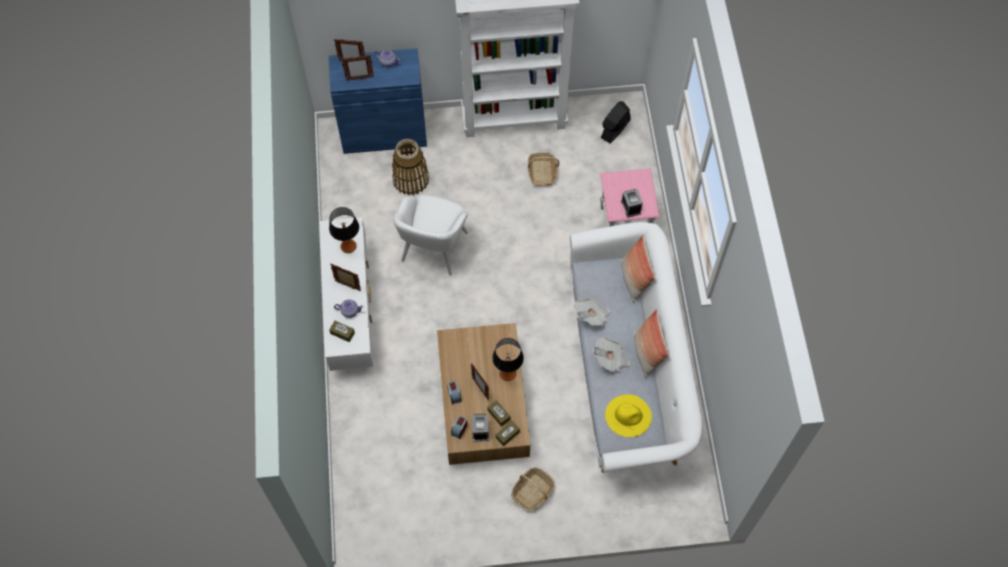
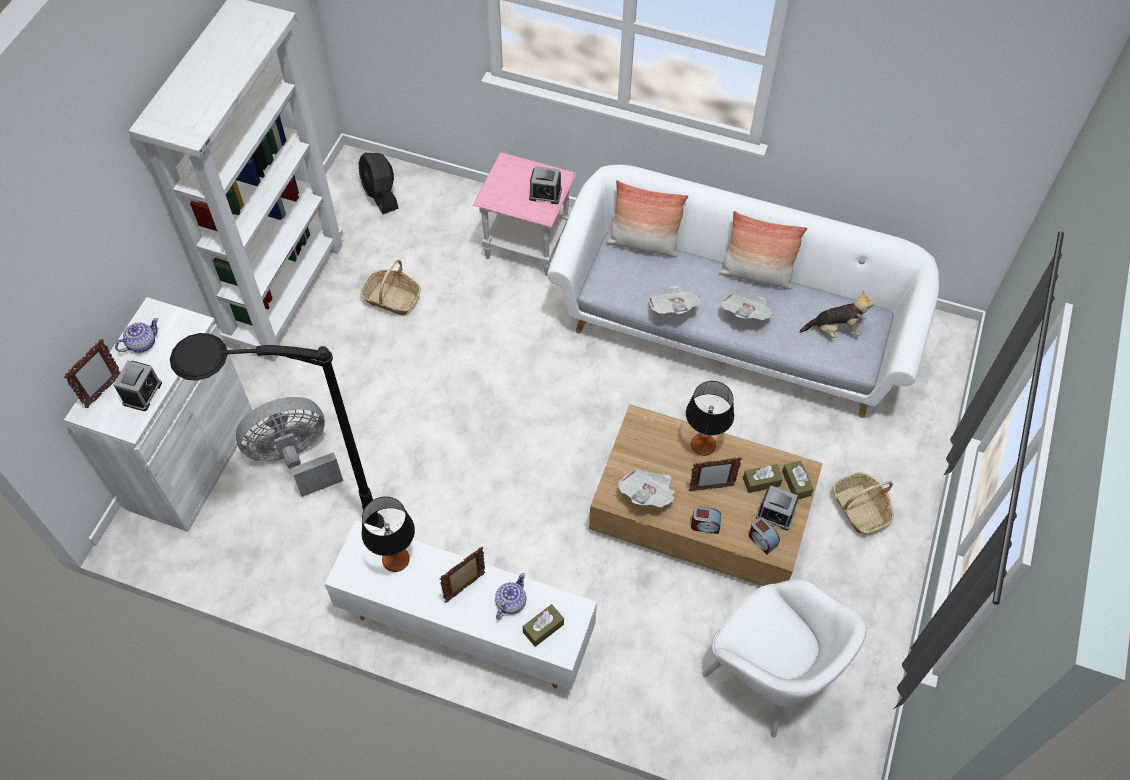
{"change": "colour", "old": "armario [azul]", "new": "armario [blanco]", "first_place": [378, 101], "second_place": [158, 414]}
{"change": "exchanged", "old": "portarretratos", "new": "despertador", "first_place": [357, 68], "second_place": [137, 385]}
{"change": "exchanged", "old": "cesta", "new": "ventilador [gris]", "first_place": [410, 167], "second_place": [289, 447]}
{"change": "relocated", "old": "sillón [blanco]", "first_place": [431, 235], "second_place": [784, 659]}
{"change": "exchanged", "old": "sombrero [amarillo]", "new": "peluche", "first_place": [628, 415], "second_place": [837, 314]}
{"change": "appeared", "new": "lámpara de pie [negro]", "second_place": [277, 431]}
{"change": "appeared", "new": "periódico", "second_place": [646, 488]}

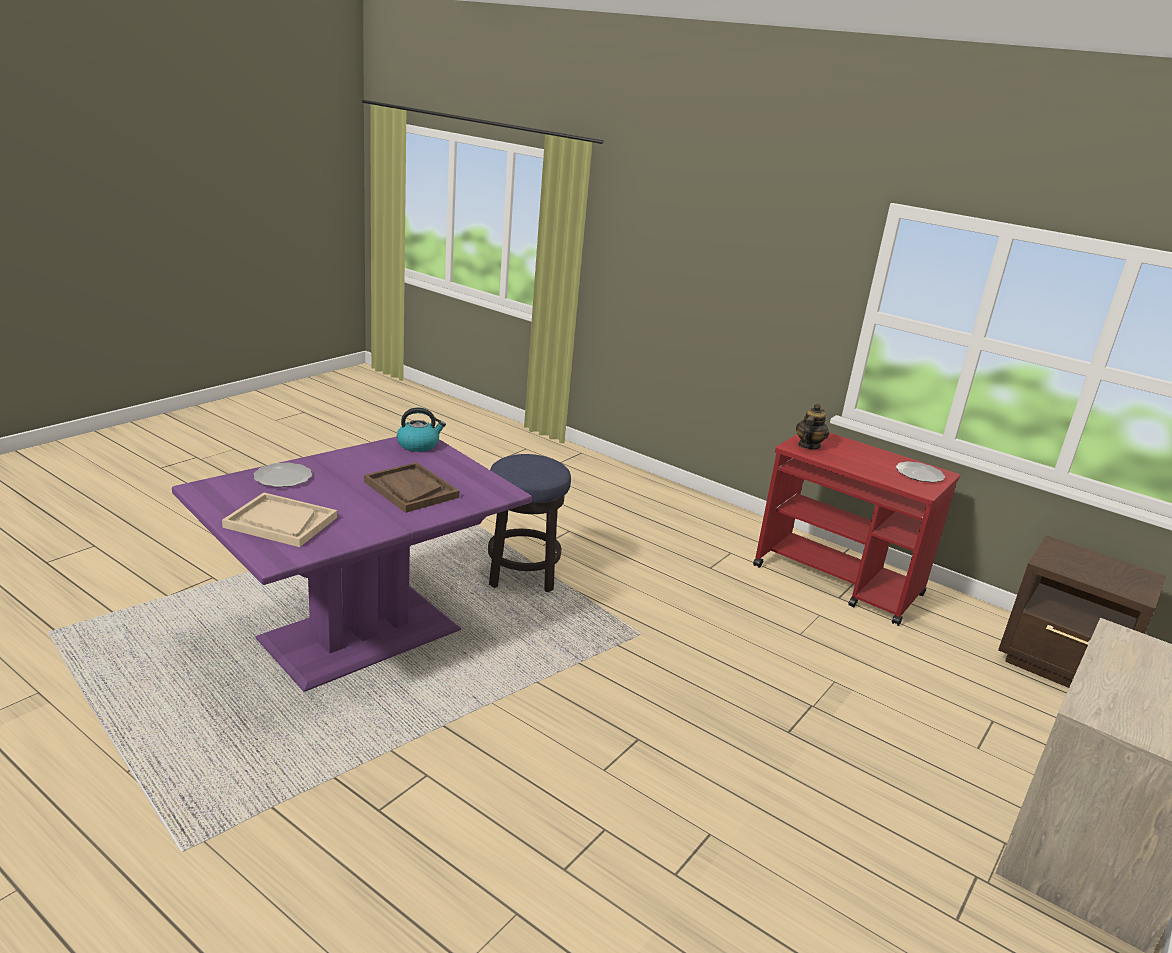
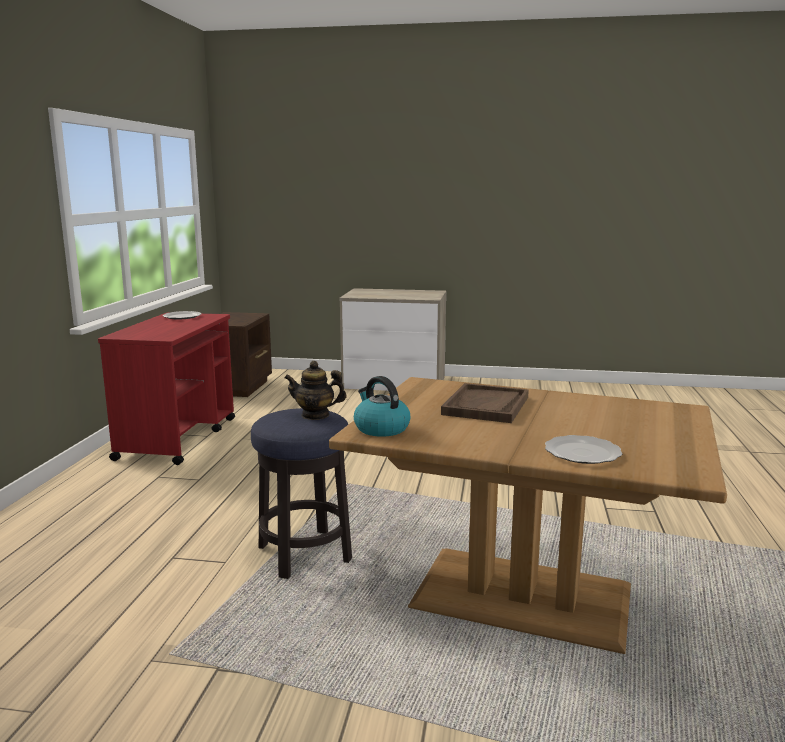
{"change": "relocated", "old": "tetera", "first_place": [812, 426], "second_place": [315, 390]}
{"change": "colour", "old": "mesa de comedor [morado]", "new": "mesa de comedor [marrón]", "first_place": [352, 564], "second_place": [528, 515]}
{"change": "missing", "old": "bandeja [beis]", "first_place": [279, 520]}

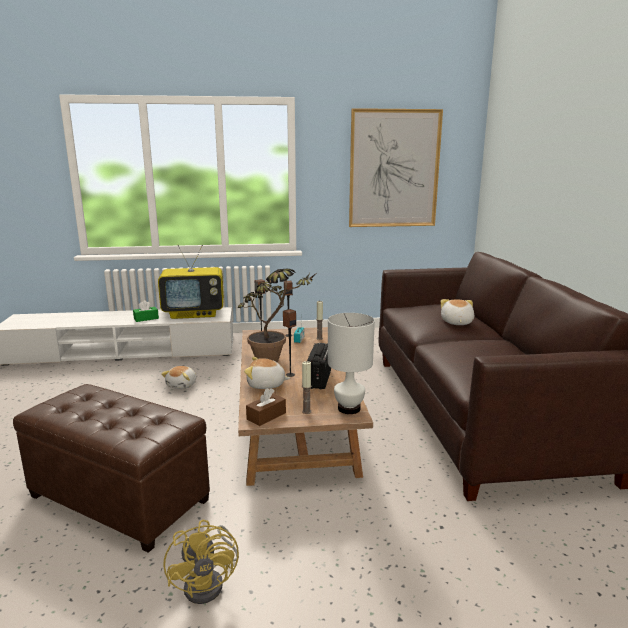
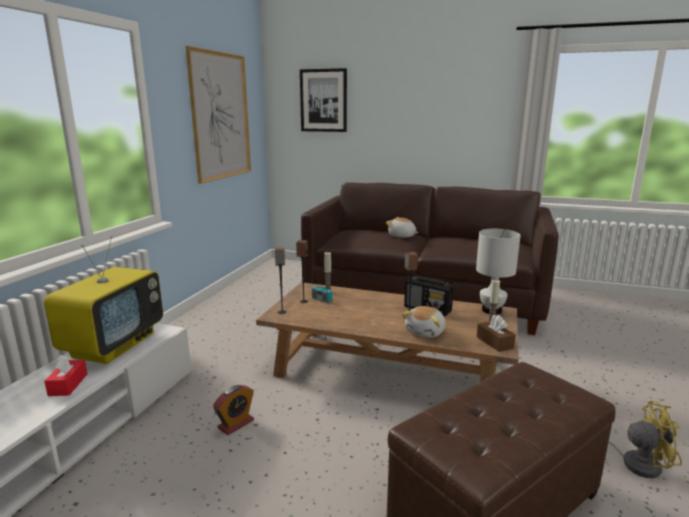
{"change": "missing", "old": "planta en maceta", "first_place": [276, 315]}
{"change": "colour", "old": "caja de pañuelos [verde]", "new": "caja de pañuelos [rojo]", "first_place": [146, 311], "second_place": [65, 375]}
{"change": "exchanged", "old": "peluche", "new": "despertador", "first_place": [178, 377], "second_place": [233, 410]}
{"change": "appeared", "new": "cuadro", "second_place": [323, 100]}

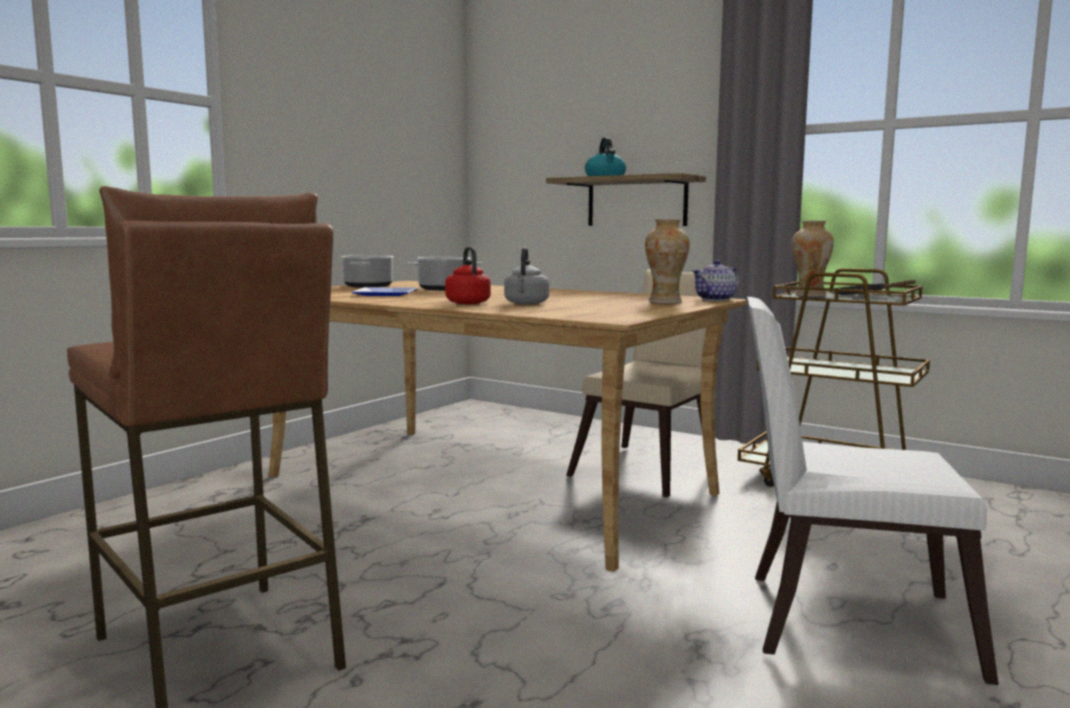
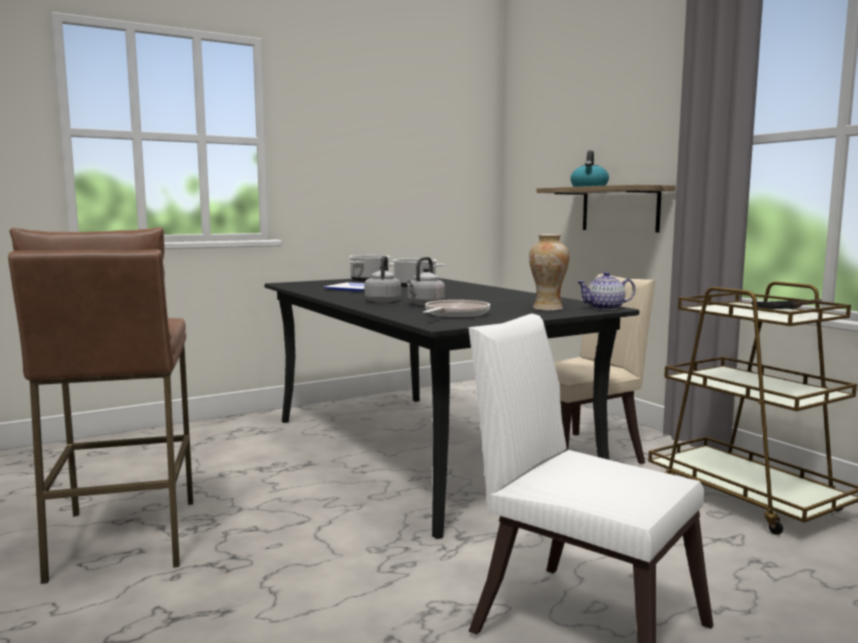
{"change": "missing", "old": "florero", "first_place": [813, 259]}
{"change": "colour", "old": "hervidor [rojo]", "new": "hervidor [gris]", "first_place": [468, 275], "second_place": [382, 279]}
{"change": "colour", "old": "mesa de comedor [beis]", "new": "mesa de comedor [negro]", "first_place": [507, 426], "second_place": [451, 408]}
{"change": "appeared", "new": "sartén", "second_place": [456, 309]}

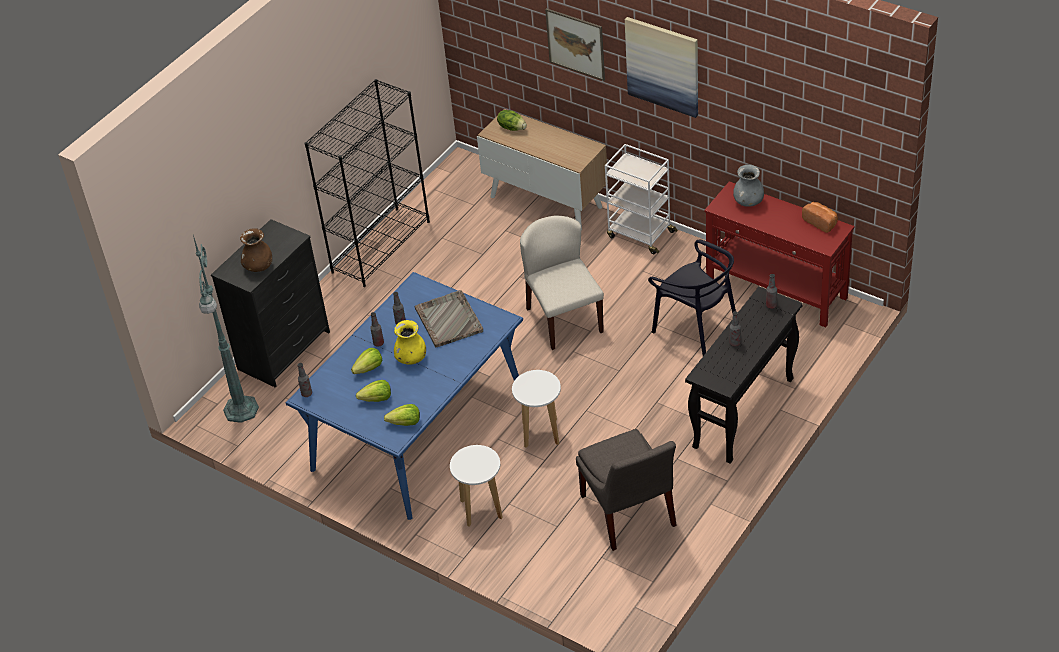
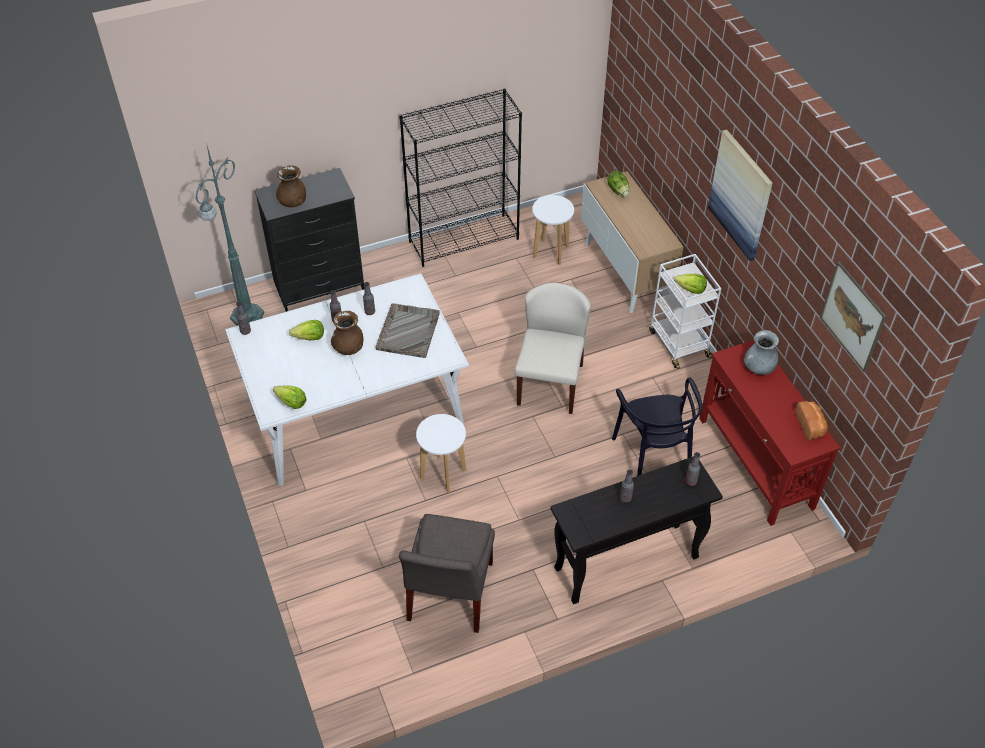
{"change": "relocated", "old": "cuadro", "first_place": [575, 44], "second_place": [853, 316]}
{"change": "colour", "old": "mesa de comedor [azul]", "new": "mesa de comedor [blanco]", "first_place": [404, 396], "second_place": [347, 379]}
{"change": "colour", "old": "florero [amarillo]", "new": "florero [marrón]", "first_place": [410, 342], "second_place": [347, 333]}
{"change": "relocated", "old": "lechuga", "first_place": [373, 391], "second_place": [690, 284]}
{"change": "relocated", "old": "taburete [blanco]", "first_place": [476, 486], "second_place": [553, 230]}

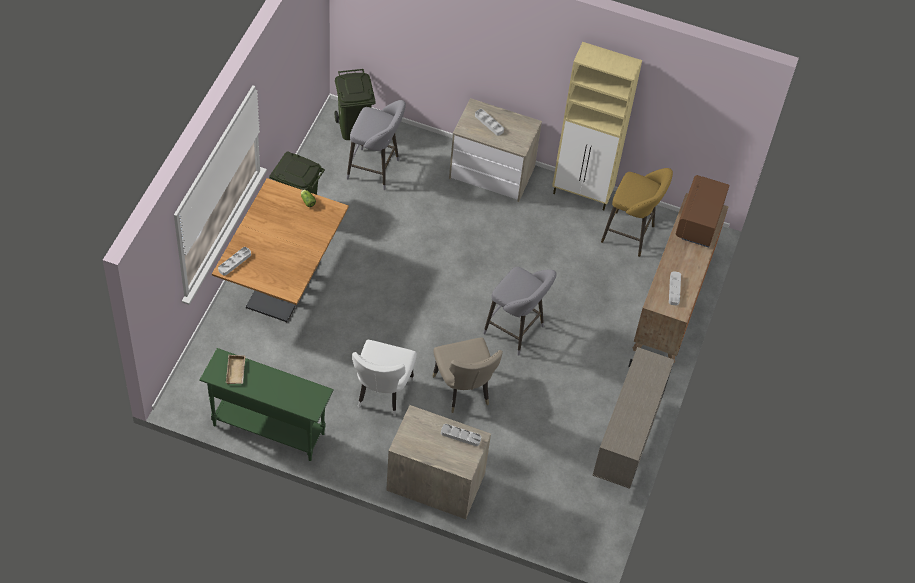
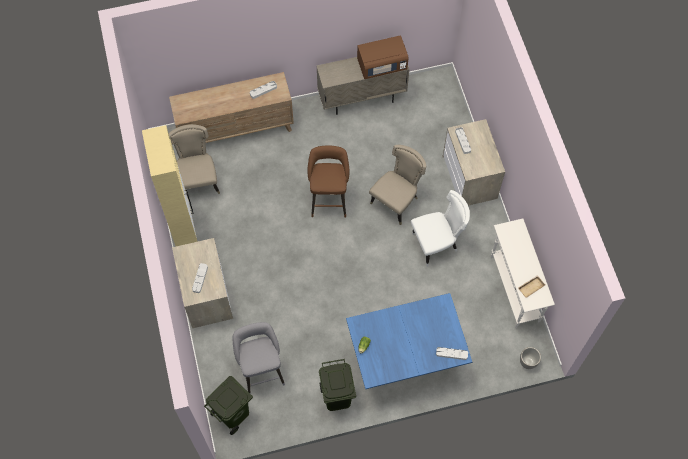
{"change": "exchanged", "old": "taburete [amarillo]", "new": "silla [beis]", "first_place": [637, 212], "second_place": [194, 159]}
{"change": "relocated", "old": "microondas [marrón]", "first_place": [702, 211], "second_place": [382, 57]}
{"change": "colour", "old": "mesa de comedor [marrón]", "new": "mesa de comedor [azul]", "first_place": [280, 250], "second_place": [409, 341]}
{"change": "colour", "old": "taburete [gris]", "new": "taburete [marrón]", "first_place": [520, 311], "second_place": [328, 181]}
{"change": "colour", "old": "mesa consola [verde]", "new": "mesa consola [blanco]", "first_place": [266, 404], "second_place": [523, 273]}
{"change": "appeared", "new": "maceta", "second_place": [530, 358]}

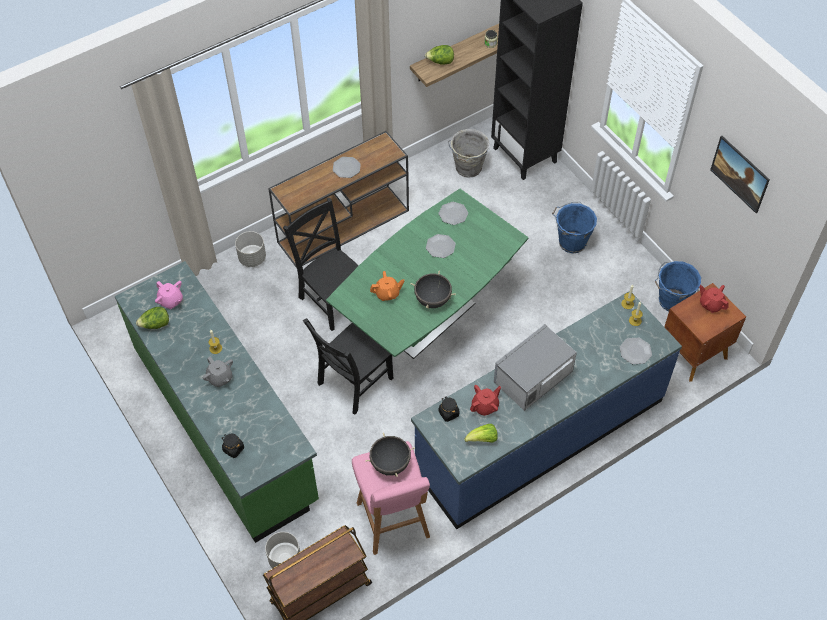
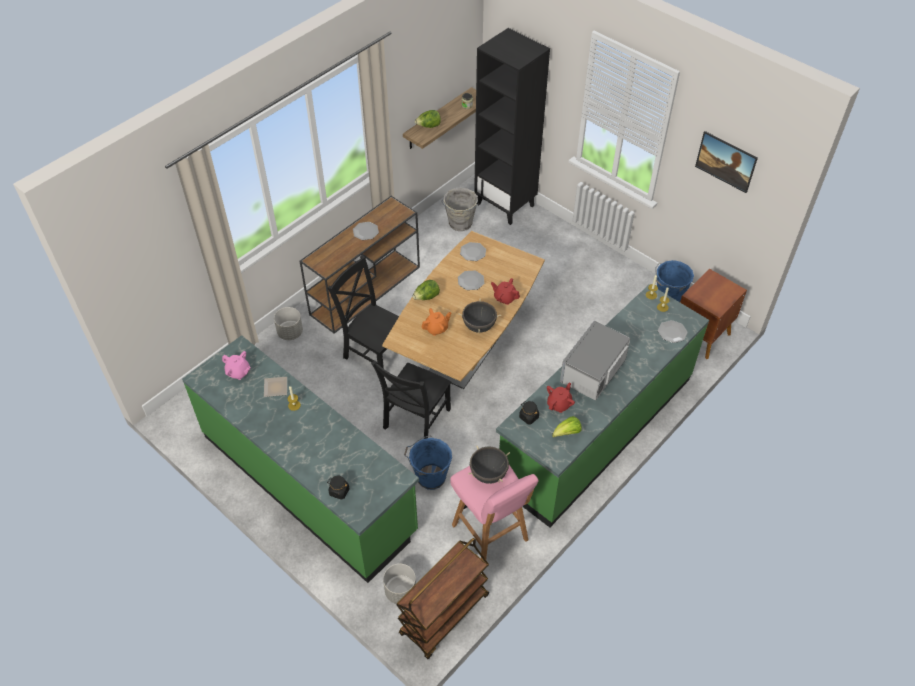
{"change": "colour", "old": "mesa de comedor [verde]", "new": "mesa de comedor [marrón]", "first_place": [427, 274], "second_place": [463, 310]}
{"change": "relocated", "old": "cubo [azul]", "first_place": [574, 227], "second_place": [428, 463]}
{"change": "relocated", "old": "tetera [rojo]", "first_place": [713, 299], "second_place": [505, 291]}
{"change": "colour", "old": "mueble bajo de cocina [azul]", "new": "mueble bajo de cocina [verde]", "first_place": [546, 410], "second_place": [602, 406]}
{"change": "relocated", "old": "lechuga", "first_place": [152, 318], "second_place": [426, 290]}
{"change": "missing", "old": "tetera [gris]", "first_place": [218, 371]}
{"change": "appeared", "new": "plato", "second_place": [275, 387]}

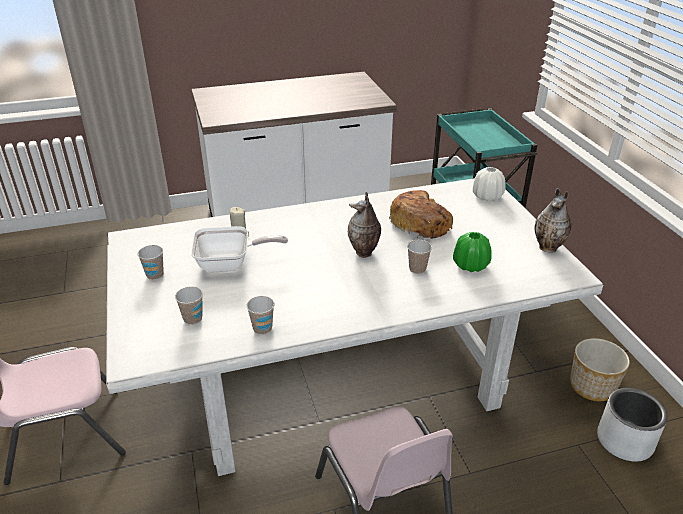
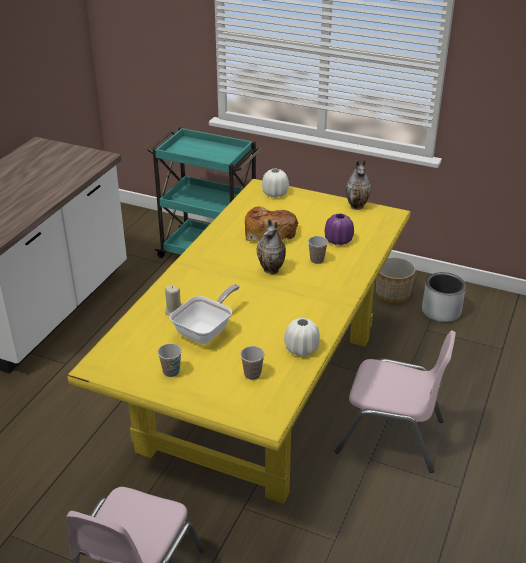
{"change": "colour", "old": "mesa de comedor [blanco]", "new": "mesa de comedor [amarillo]", "first_place": [354, 327], "second_place": [238, 341]}
{"change": "colour", "old": "florero [verde]", "new": "florero [morado]", "first_place": [472, 252], "second_place": [339, 229]}
{"change": "exchanged", "old": "taza", "new": "florero [blanco]", "first_place": [260, 315], "second_place": [302, 337]}

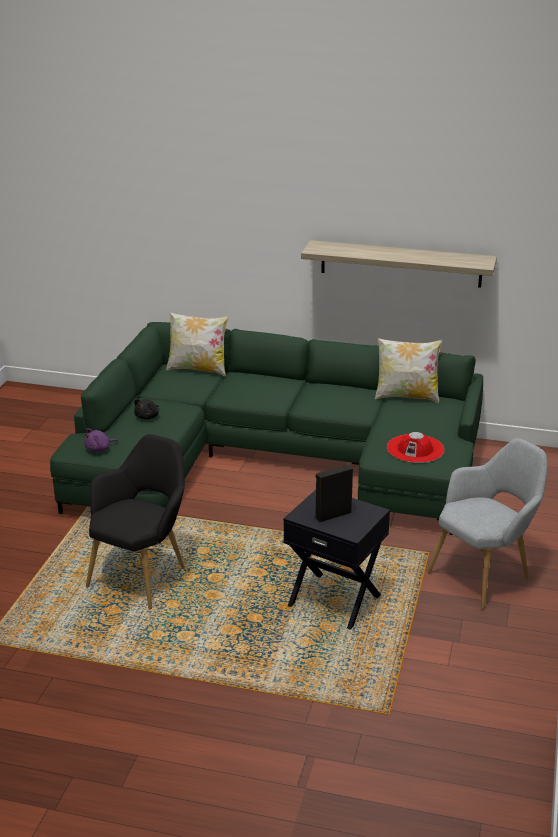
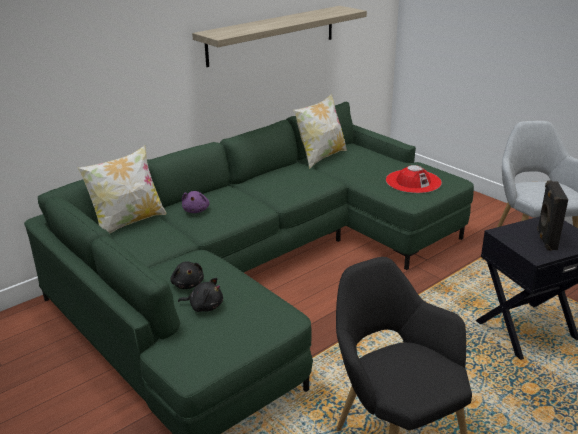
{"change": "relocated", "old": "peluche [morado]", "first_place": [101, 440], "second_place": [195, 202]}
{"change": "appeared", "new": "peluche [negro]", "second_place": [200, 295]}

